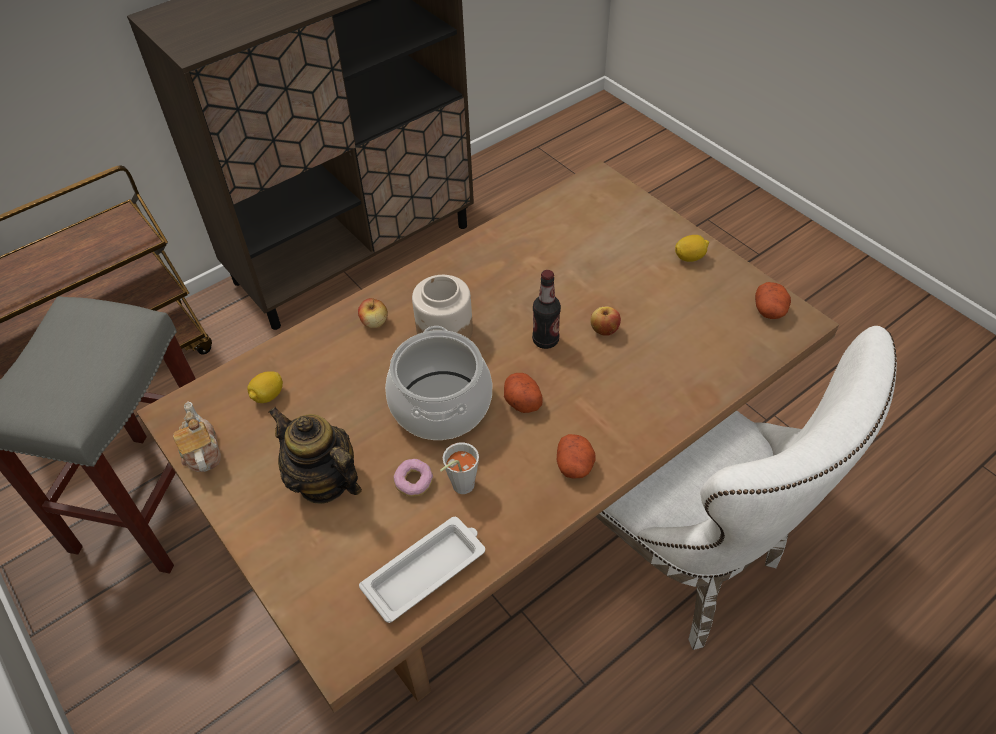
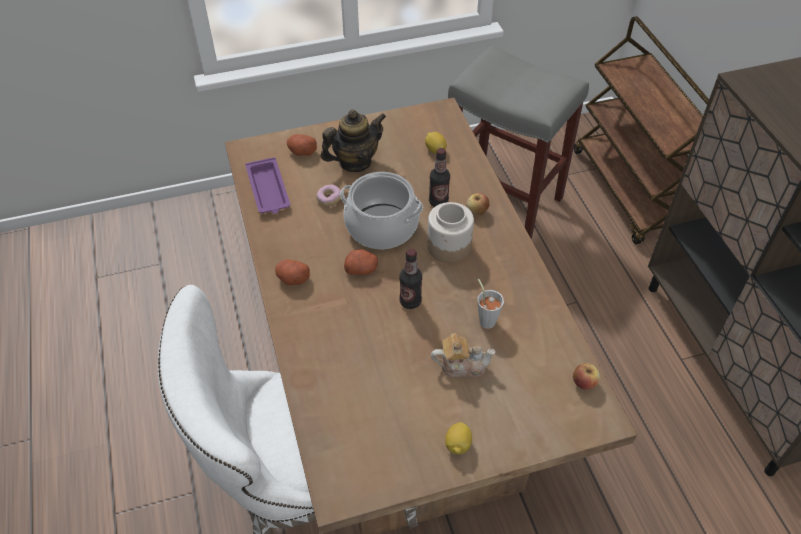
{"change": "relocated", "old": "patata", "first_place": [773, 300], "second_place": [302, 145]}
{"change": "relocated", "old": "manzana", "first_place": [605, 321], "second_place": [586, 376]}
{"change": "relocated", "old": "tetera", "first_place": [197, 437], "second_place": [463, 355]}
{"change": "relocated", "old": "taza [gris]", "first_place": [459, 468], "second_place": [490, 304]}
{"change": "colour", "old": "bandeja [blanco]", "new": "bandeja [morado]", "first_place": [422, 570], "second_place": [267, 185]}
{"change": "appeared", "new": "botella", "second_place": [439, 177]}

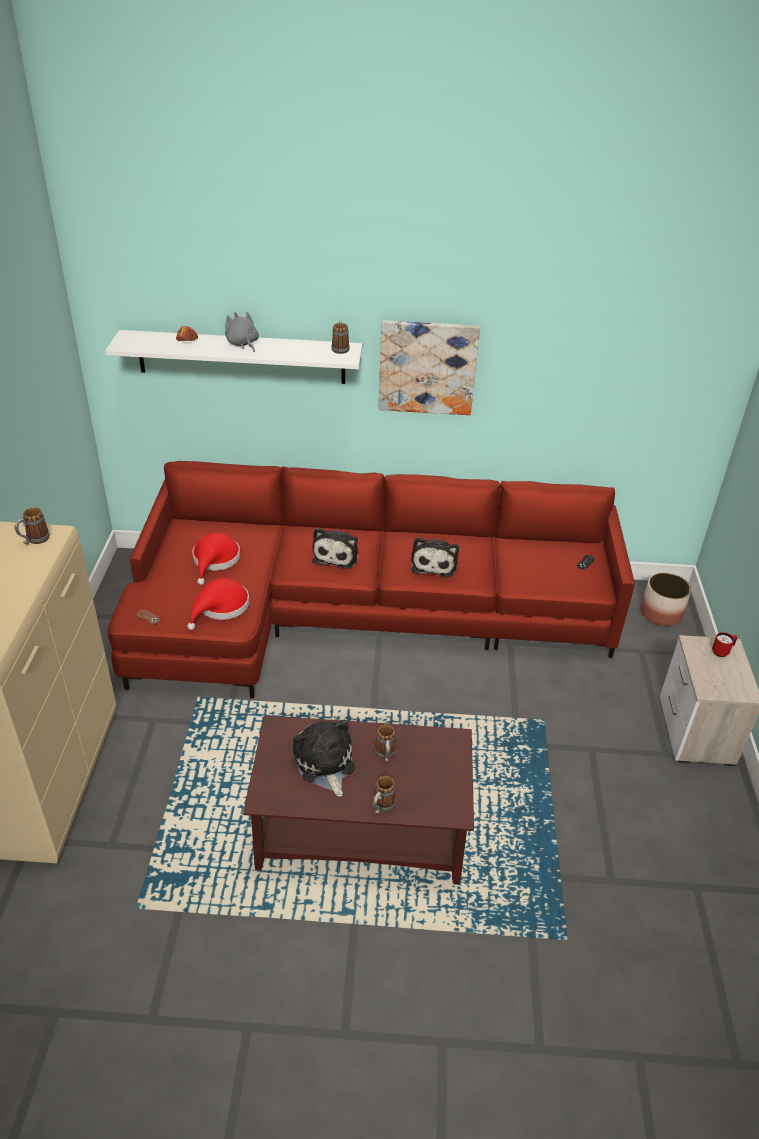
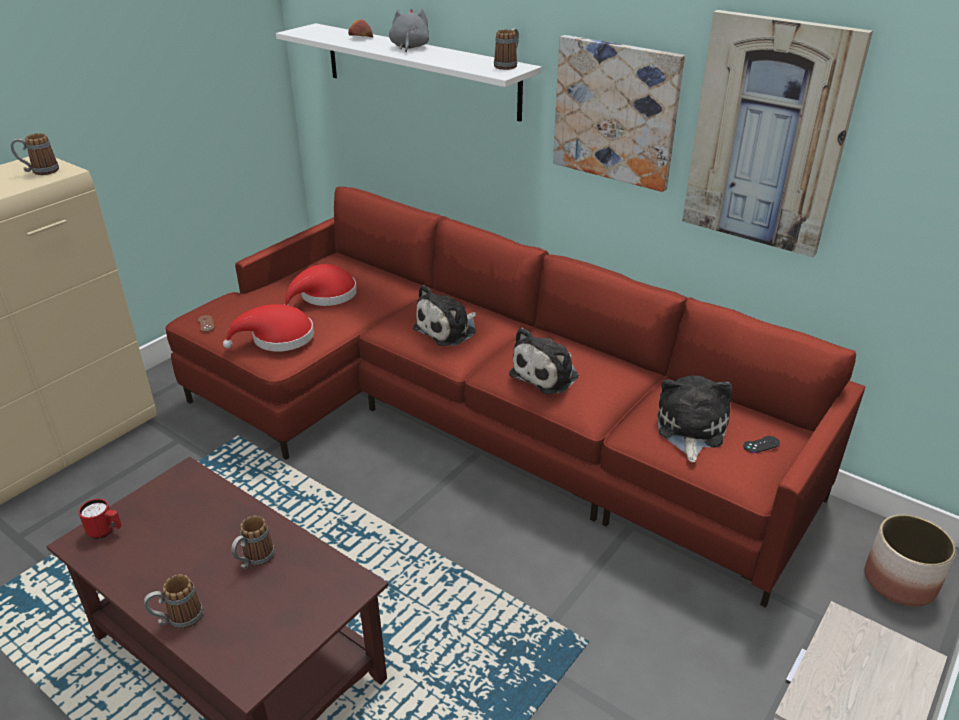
{"change": "relocated", "old": "taza grande [rojo]", "first_place": [725, 644], "second_place": [100, 519]}
{"change": "relocated", "old": "peluche", "first_place": [323, 758], "second_place": [694, 419]}
{"change": "appeared", "new": "cuadro", "second_place": [777, 133]}

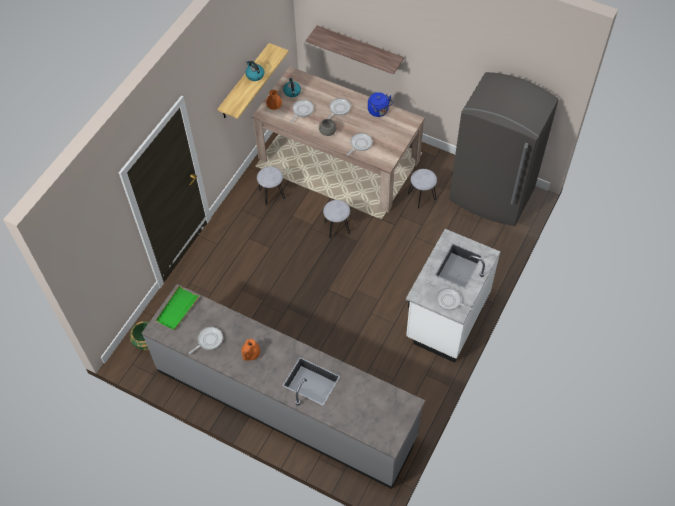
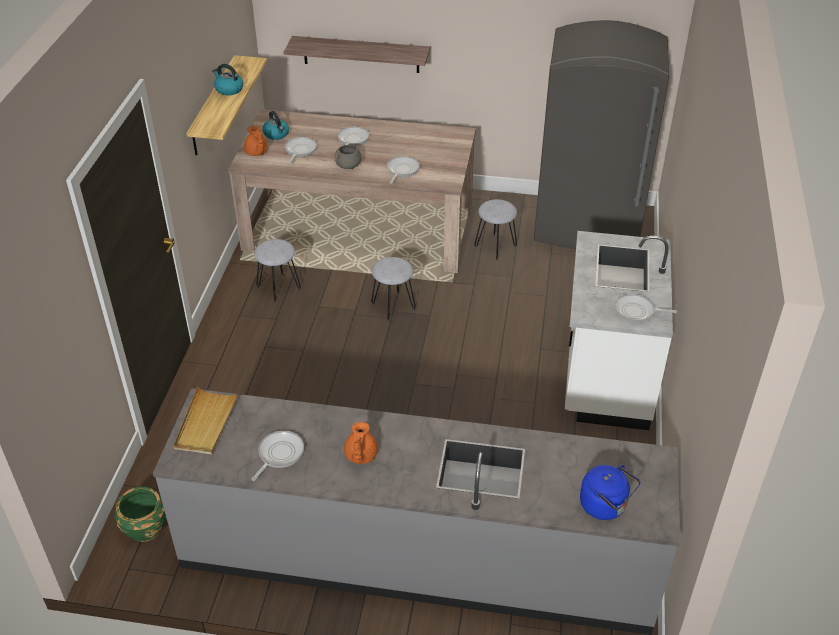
{"change": "relocated", "old": "hervidor [azul]", "first_place": [380, 104], "second_place": [610, 492]}
{"change": "colour", "old": "bandeja [verde]", "new": "bandeja [beis]", "first_place": [177, 308], "second_place": [206, 421]}

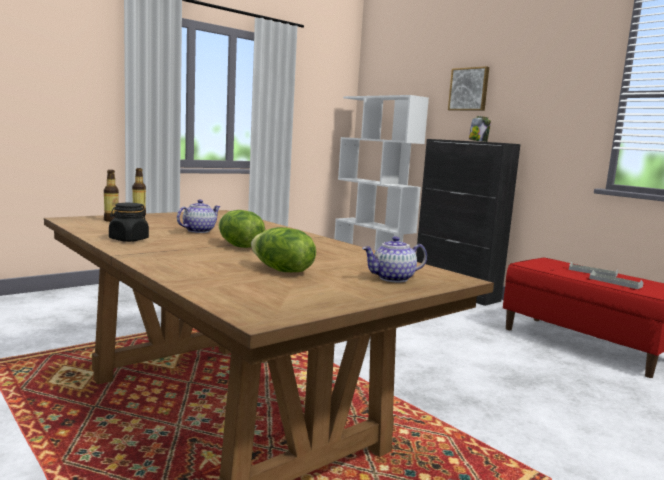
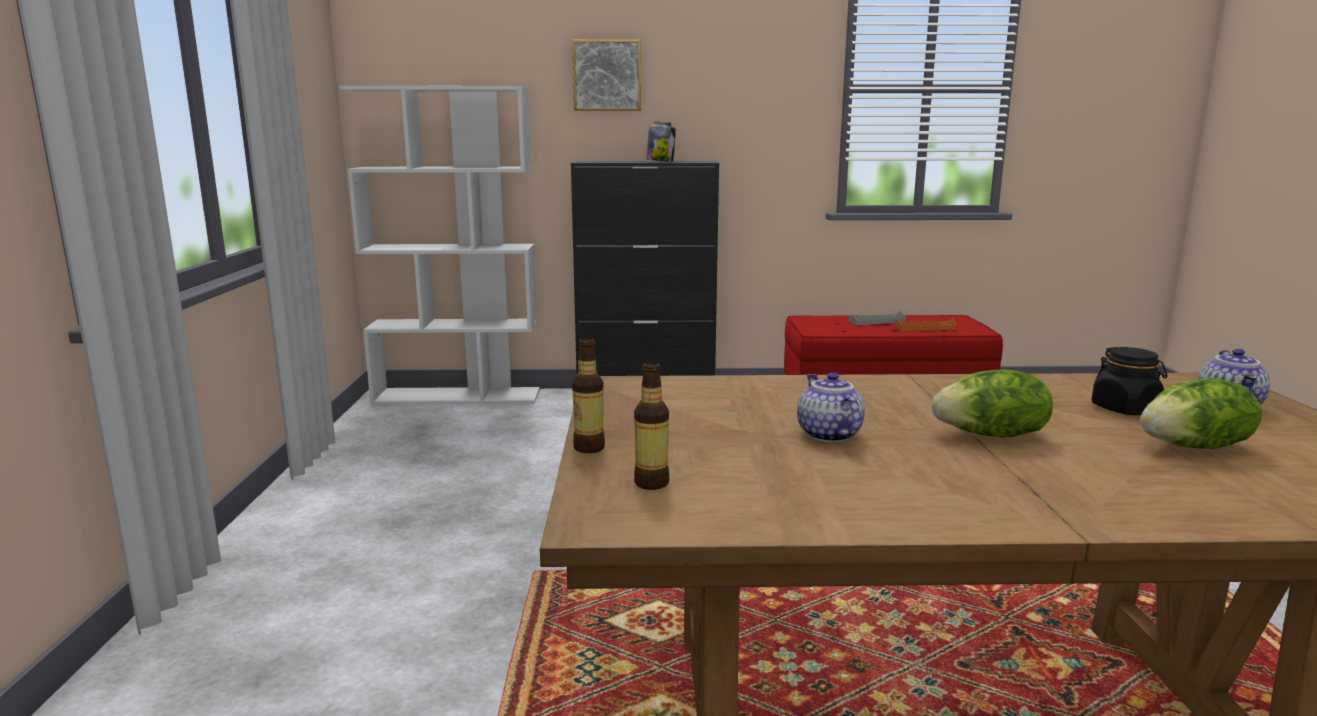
{"change": "relocated", "old": "tarro [negro]", "first_place": [129, 222], "second_place": [1130, 381]}
{"change": "colour", "old": "bandeja [gris]", "new": "bandeja [naranja]", "first_place": [616, 279], "second_place": [925, 324]}

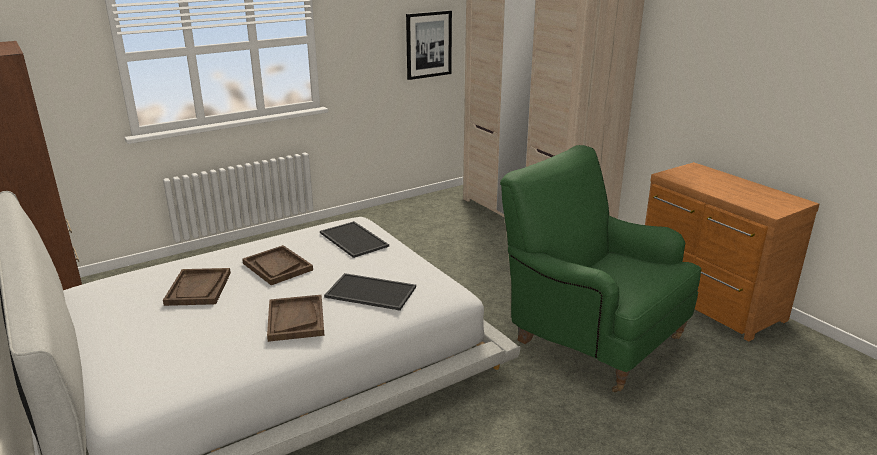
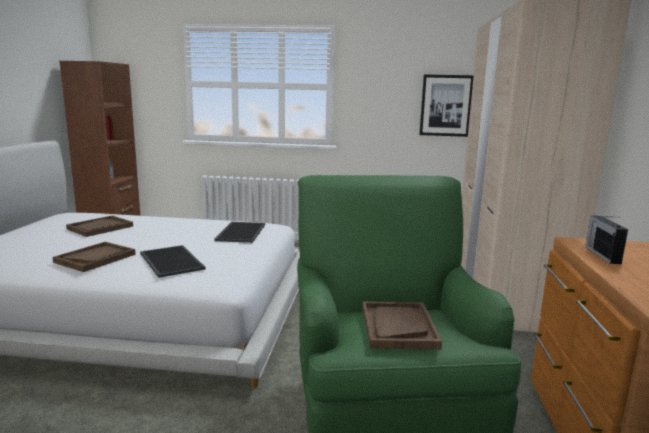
{"change": "relocated", "old": "bandeja [marrón]", "first_place": [277, 265], "second_place": [402, 325]}
{"change": "appeared", "new": "radio", "second_place": [606, 239]}

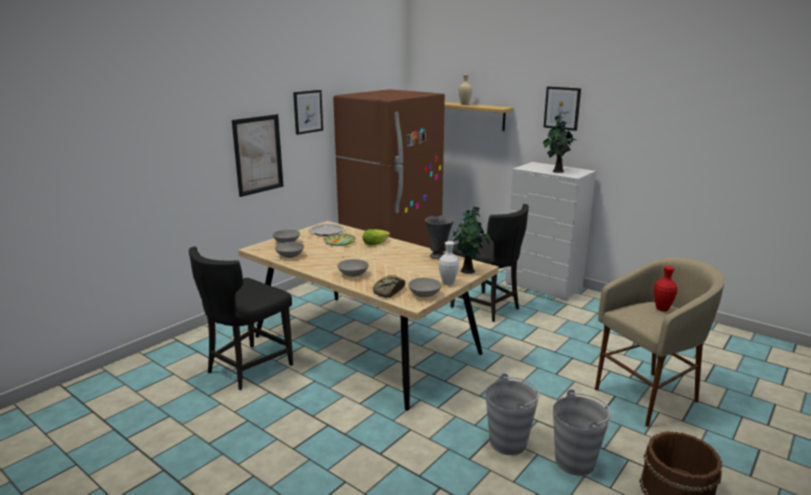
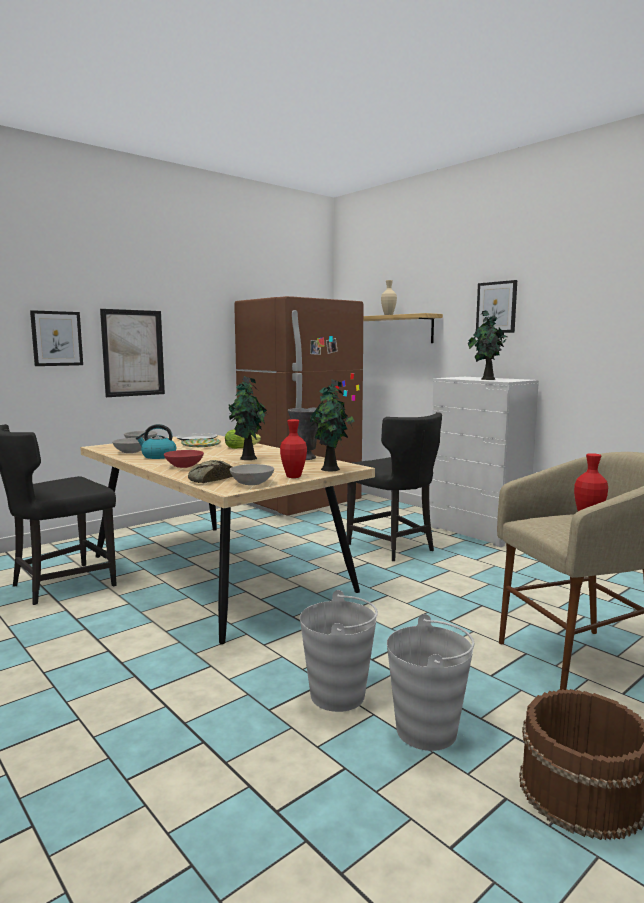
{"change": "relocated", "old": "cuadro", "first_place": [308, 112], "second_place": [56, 338]}
{"change": "colour", "old": "florero [blanco]", "new": "florero [rojo]", "first_place": [449, 263], "second_place": [293, 448]}
{"change": "colour", "old": "cuenco [gris]", "new": "cuenco [rojo]", "first_place": [353, 268], "second_place": [184, 459]}
{"change": "appeared", "new": "planta en maceta", "second_place": [248, 418]}
{"change": "appeared", "new": "hervidor", "second_place": [156, 441]}

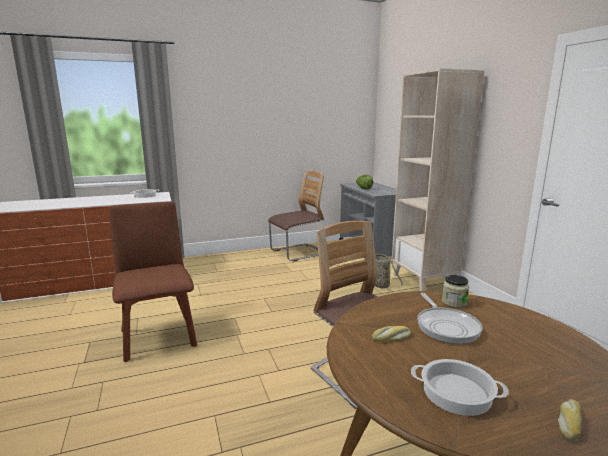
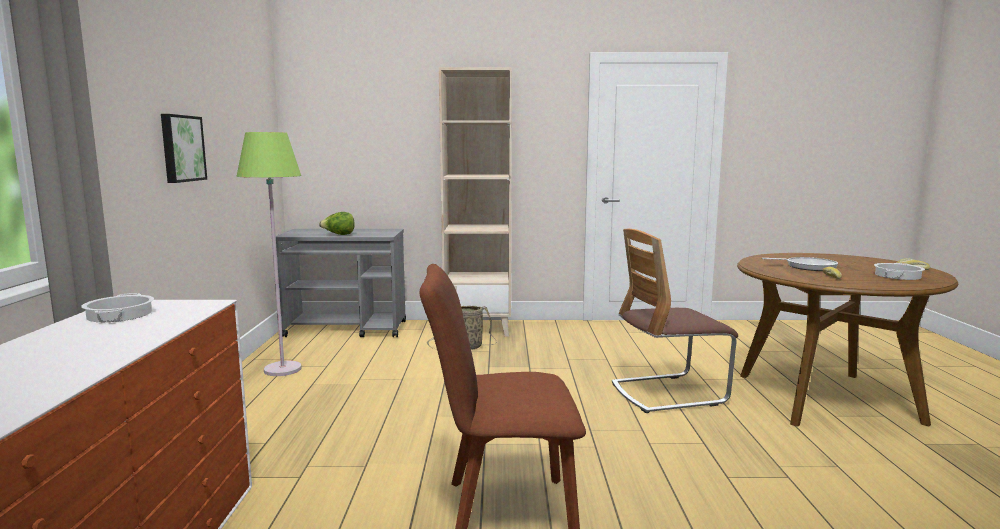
{"change": "exchanged", "old": "silla", "new": "lámpara de pie [verde]", "first_place": [296, 216], "second_place": [269, 254]}
{"change": "missing", "old": "tarro", "first_place": [455, 291]}
{"change": "appeared", "new": "cuadro", "second_place": [184, 148]}

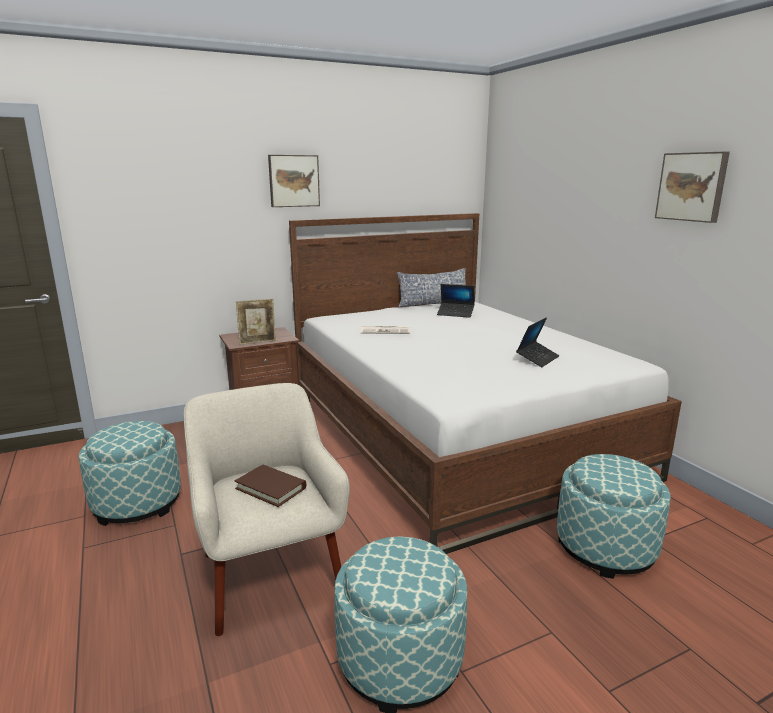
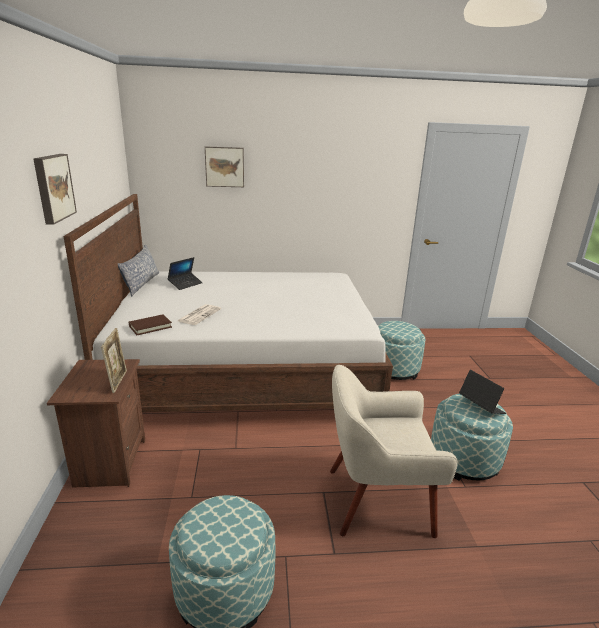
{"change": "relocated", "old": "cuadro", "first_place": [692, 187], "second_place": [224, 166]}
{"change": "relocated", "old": "portátil", "first_place": [537, 342], "second_place": [482, 392]}
{"change": "relocated", "old": "libro [marrón]", "first_place": [270, 486], "second_place": [150, 324]}

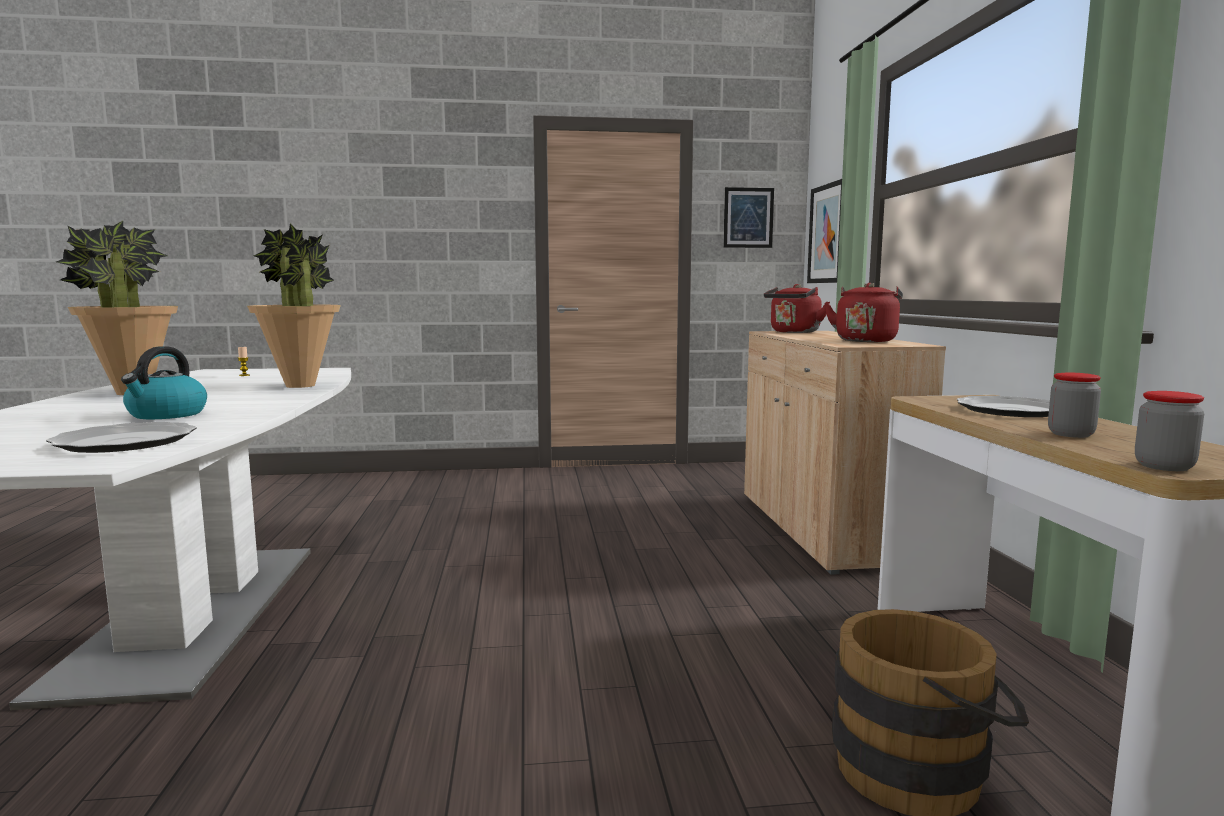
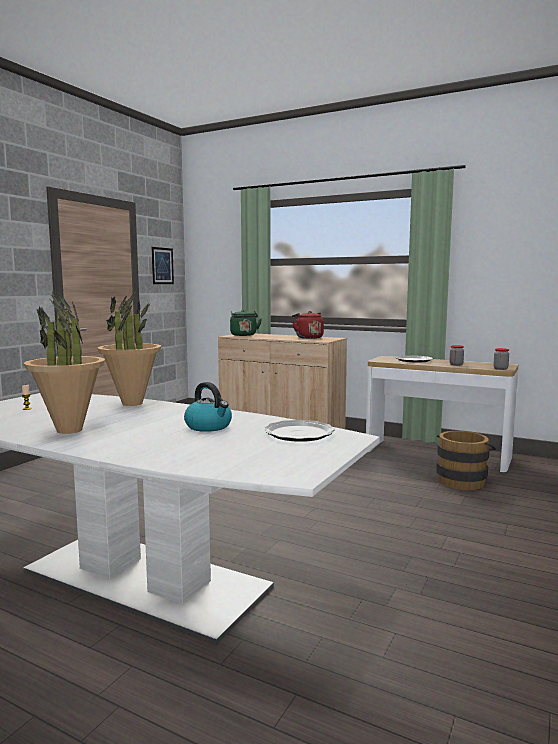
{"change": "missing", "old": "cuadro", "first_place": [824, 231]}
{"change": "colour", "old": "hervidor [rojo]", "new": "hervidor [verde]", "first_place": [797, 308], "second_place": [246, 323]}

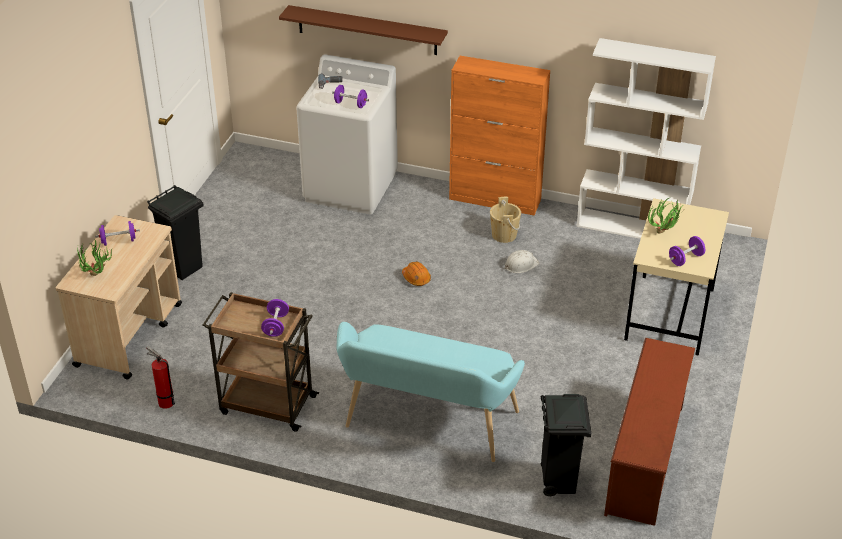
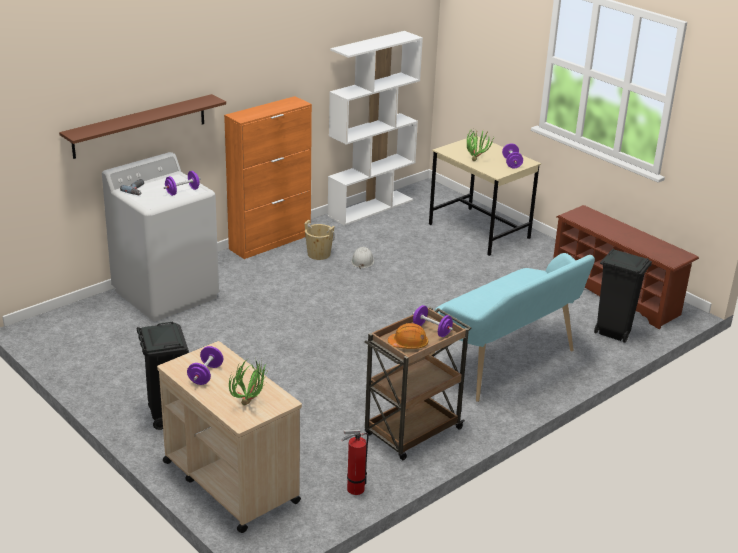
{"change": "relocated", "old": "casco [naranja]", "first_place": [416, 273], "second_place": [408, 336]}

